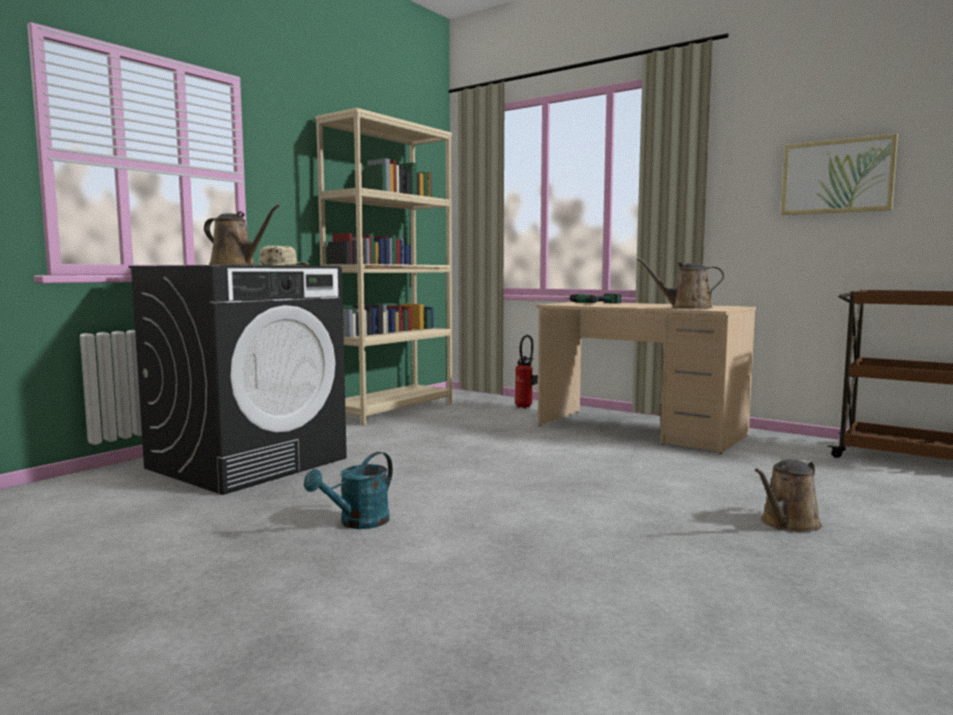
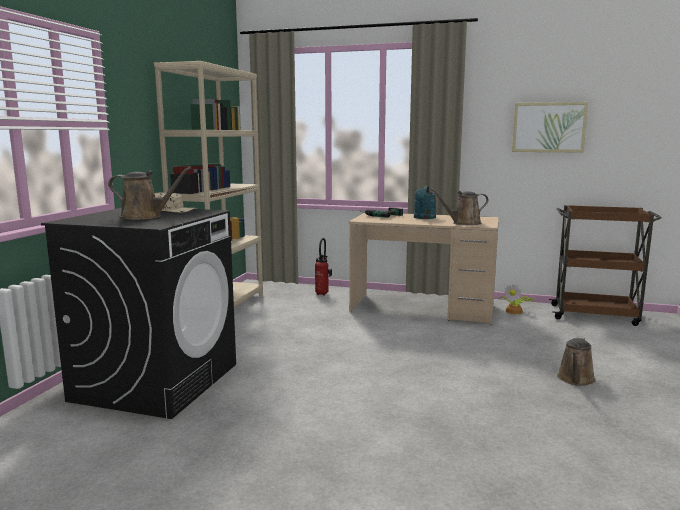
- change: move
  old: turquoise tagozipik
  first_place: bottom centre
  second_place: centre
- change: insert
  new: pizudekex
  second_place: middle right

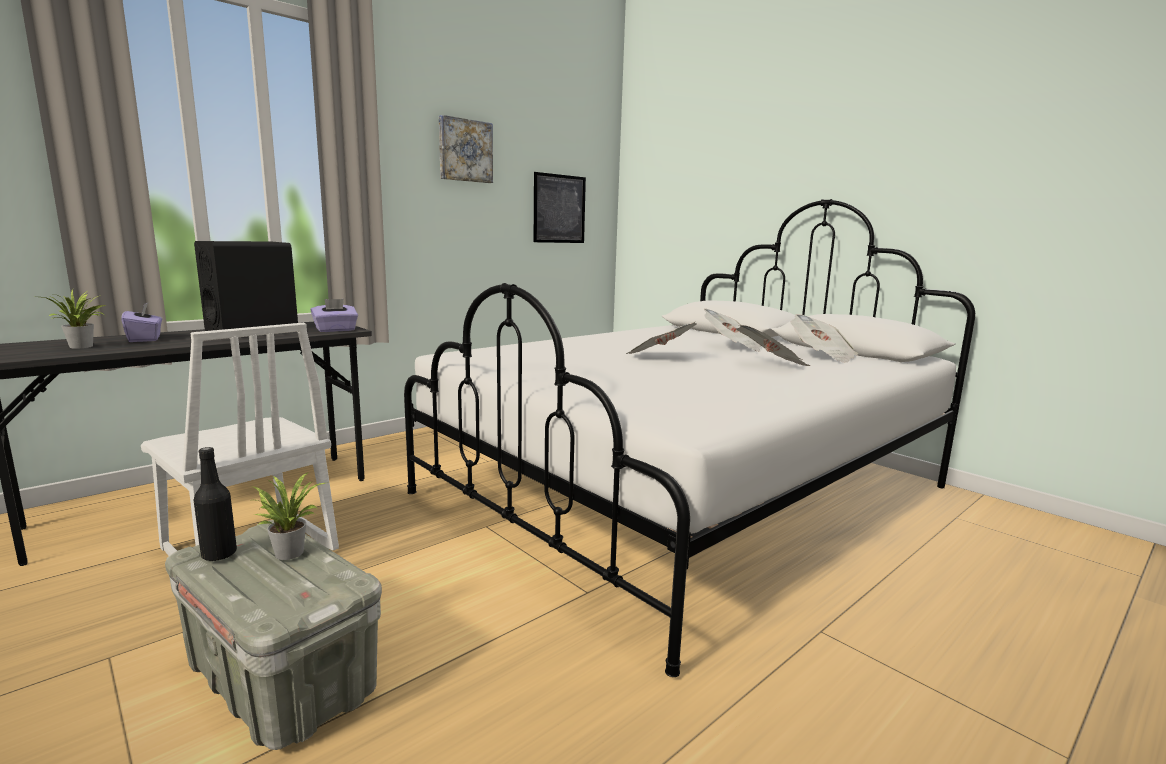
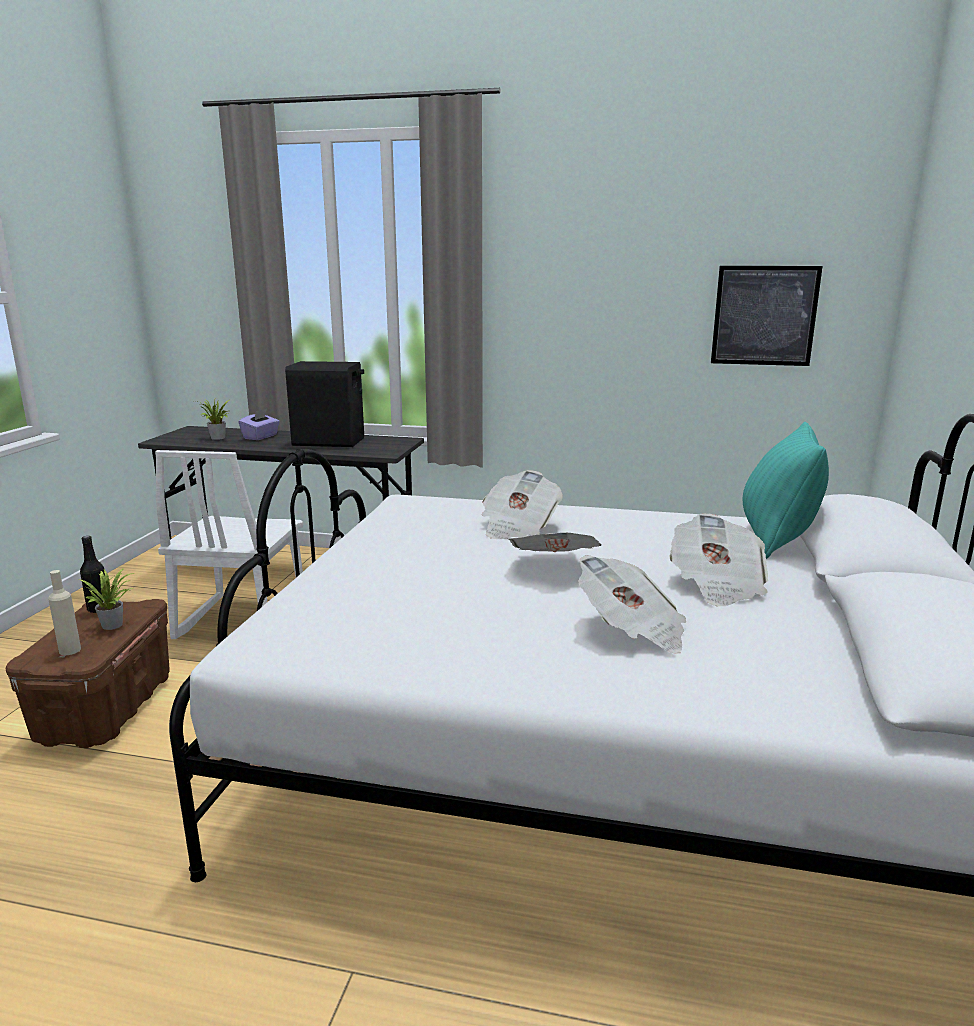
- change: recolor
  old: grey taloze
  new: brown taloze
  first_place: bottom left
  second_place: middle left
- change: delete
  old: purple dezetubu (2nd from left)
  first_place: middle left
- change: delete
  old: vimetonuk (1st from left)
  first_place: top centre
- change: move
  old: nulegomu (4th from left in the first image)
  new: nulegomu (1st from left)
  first_place: middle right
  second_place: centre
- change: insert
  new: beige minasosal
  second_place: middle left
- change: insert
  new: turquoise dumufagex
  second_place: middle right

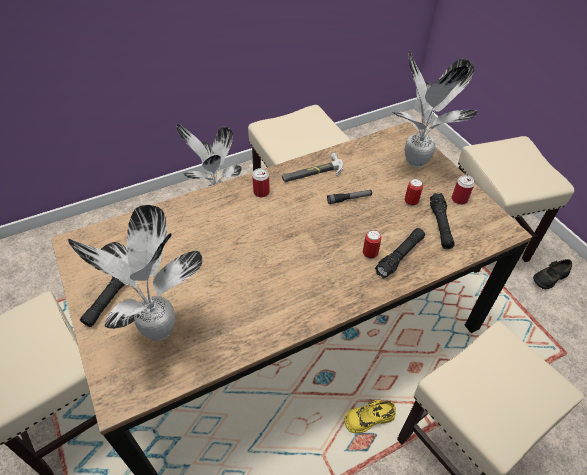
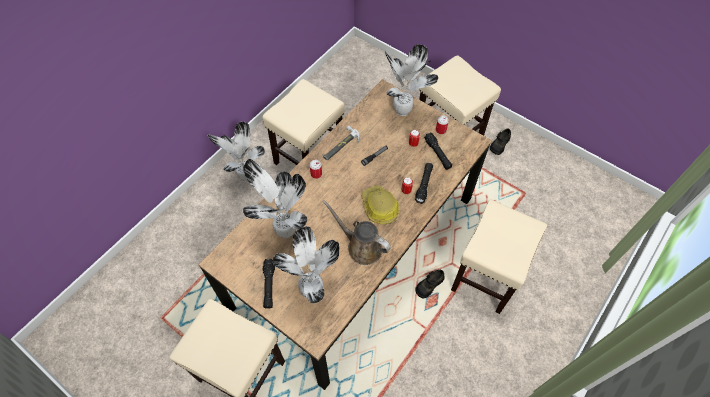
- change: recolor
  old: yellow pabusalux
  new: black pabusalux (1st from left)
  first_place: bottom centre
  second_place: bottom centre
- change: insert
  new: pizudekex (2nd from left)
  second_place: centre
- change: insert
  new: brown tagozipik
  second_place: centre
- change: insert
  new: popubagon
  second_place: centre

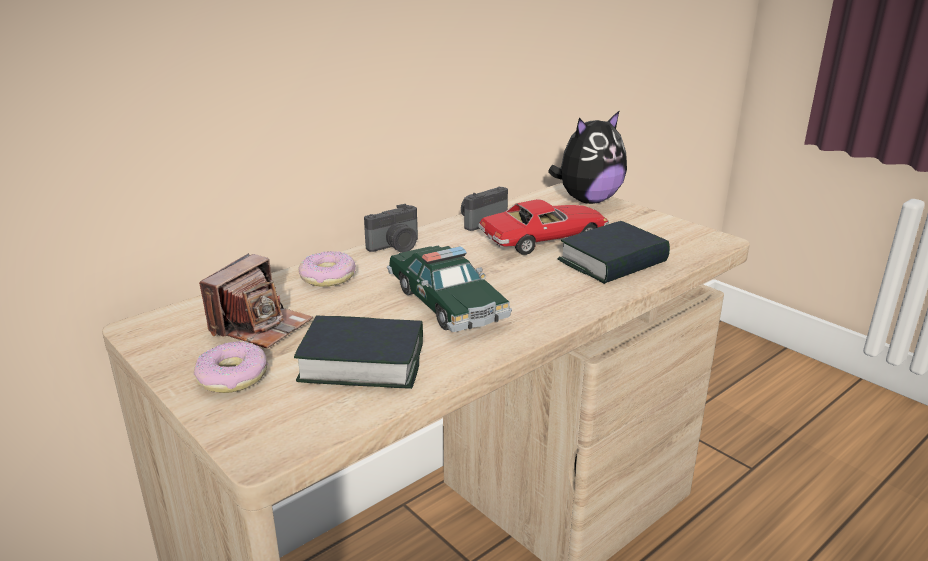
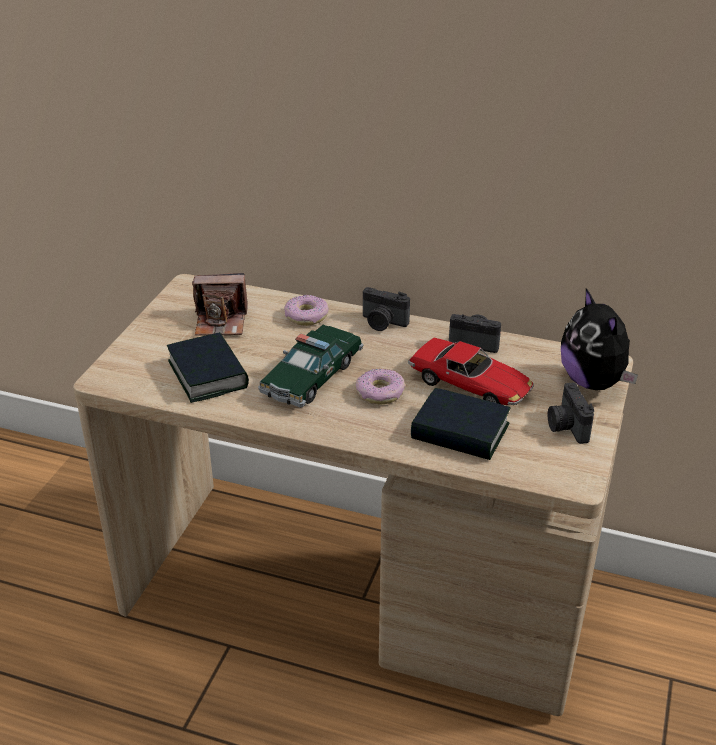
- change: move
  old: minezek (1st from left in the first image)
  new: minezek (2nd from left)
  first_place: middle left
  second_place: centre
- change: rotate
  old: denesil
  first_place: top centre
  second_place: middle right
  degrees: 45
- change: insert
  new: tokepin (4th from left)
  second_place: middle right

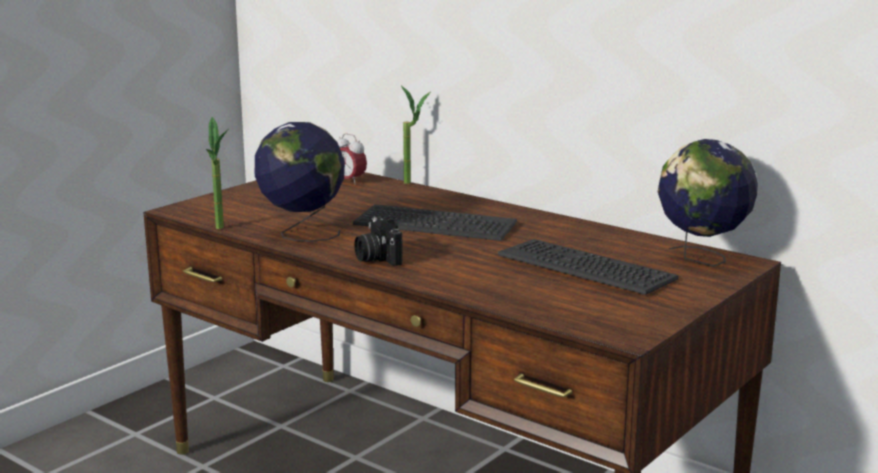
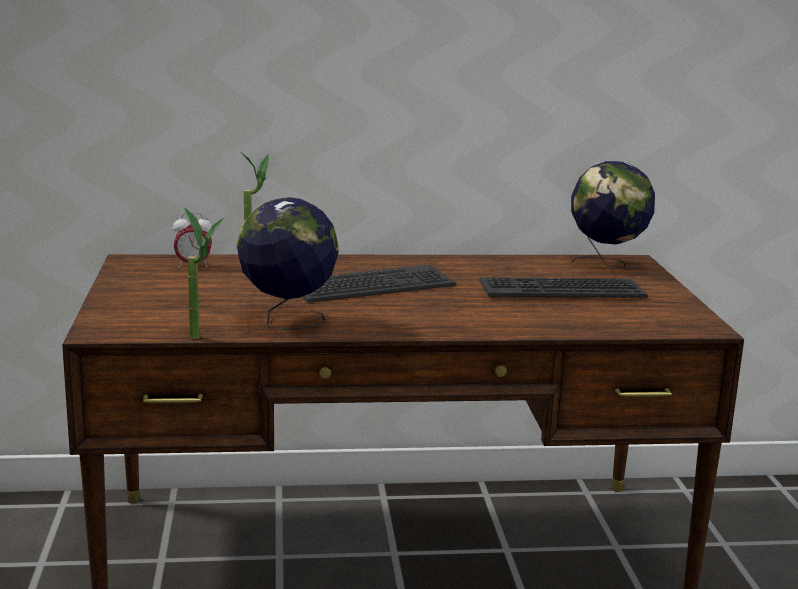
- change: delete
  old: tokepin
  first_place: centre

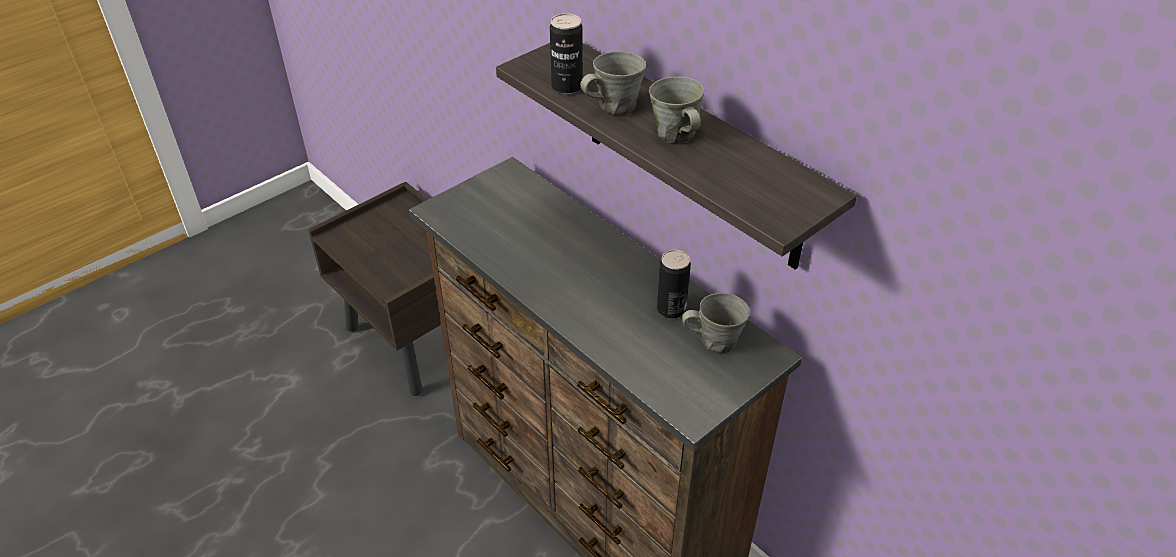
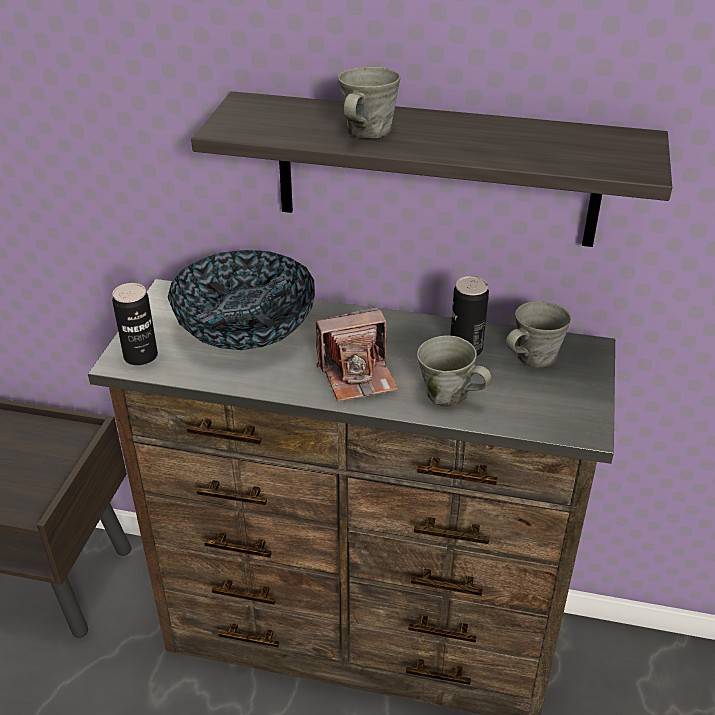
- change: move
  old: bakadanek (1st from left)
  first_place: top centre
  second_place: middle left
- change: move
  old: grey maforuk (2nd from left)
  first_place: top centre
  second_place: centre
- change: insert
  new: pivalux
  second_place: centre
- change: insert
  new: tokepin
  second_place: centre

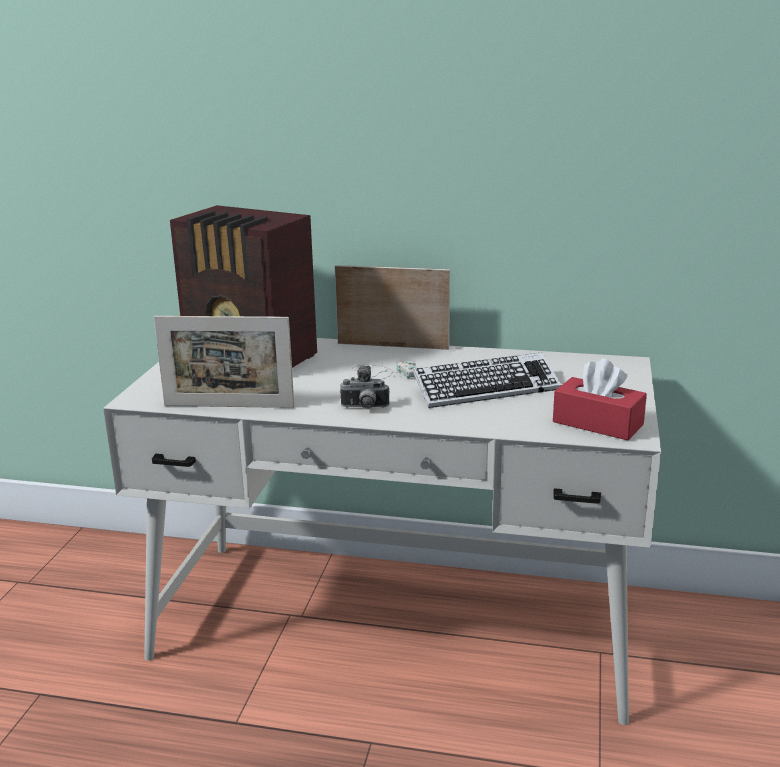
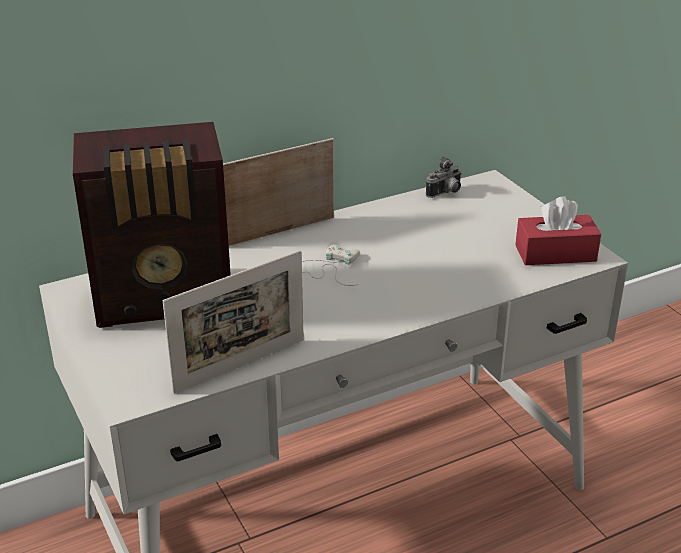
- change: move
  old: tokepin
  first_place: centre
  second_place: top centre
- change: delete
  old: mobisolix
  first_place: centre

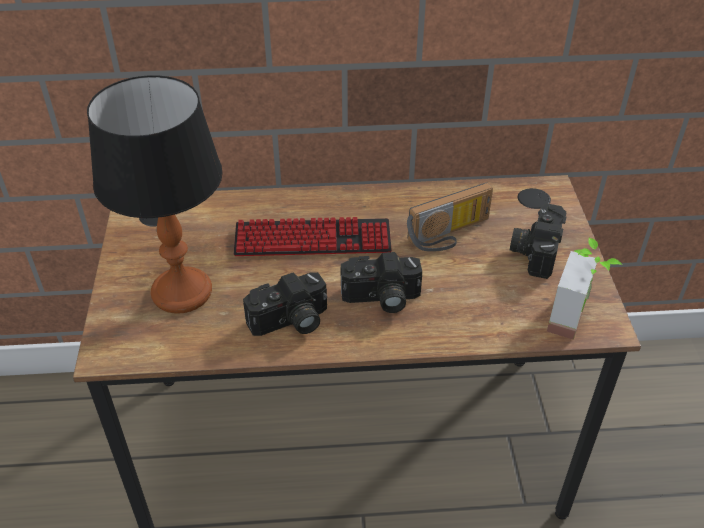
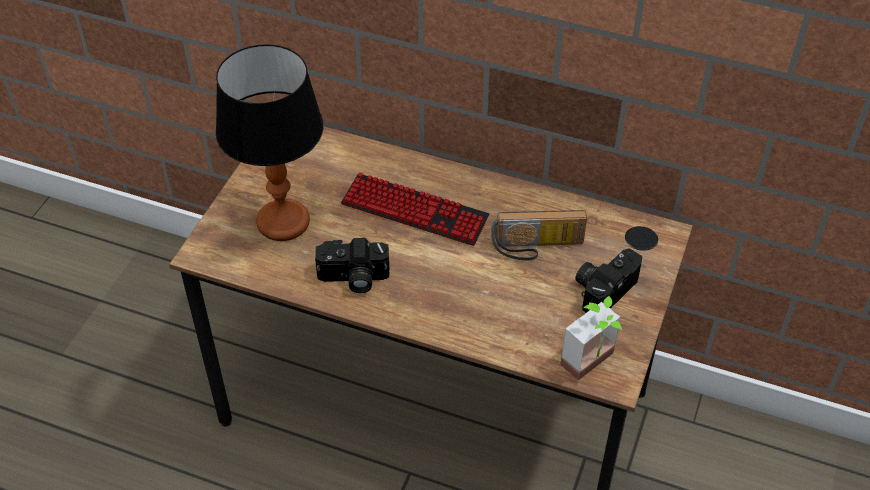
- change: delete
  old: tokepin (2nd from left)
  first_place: centre

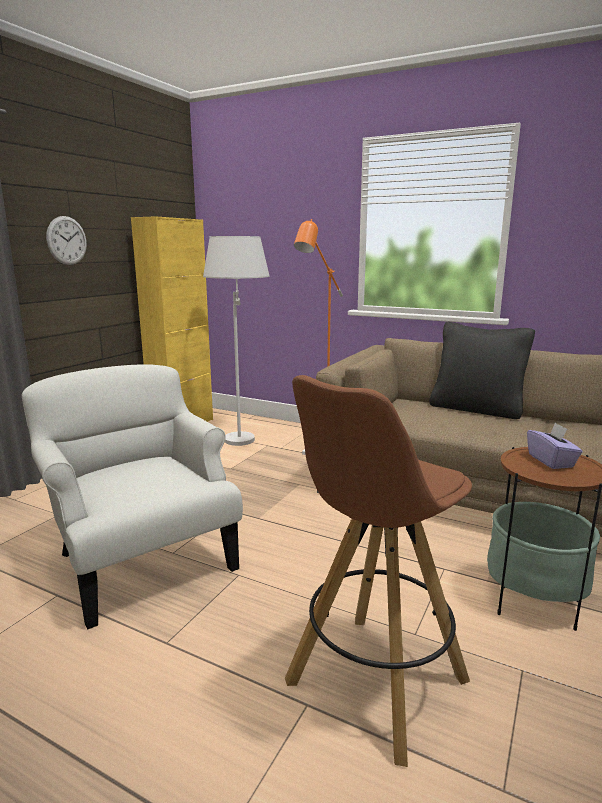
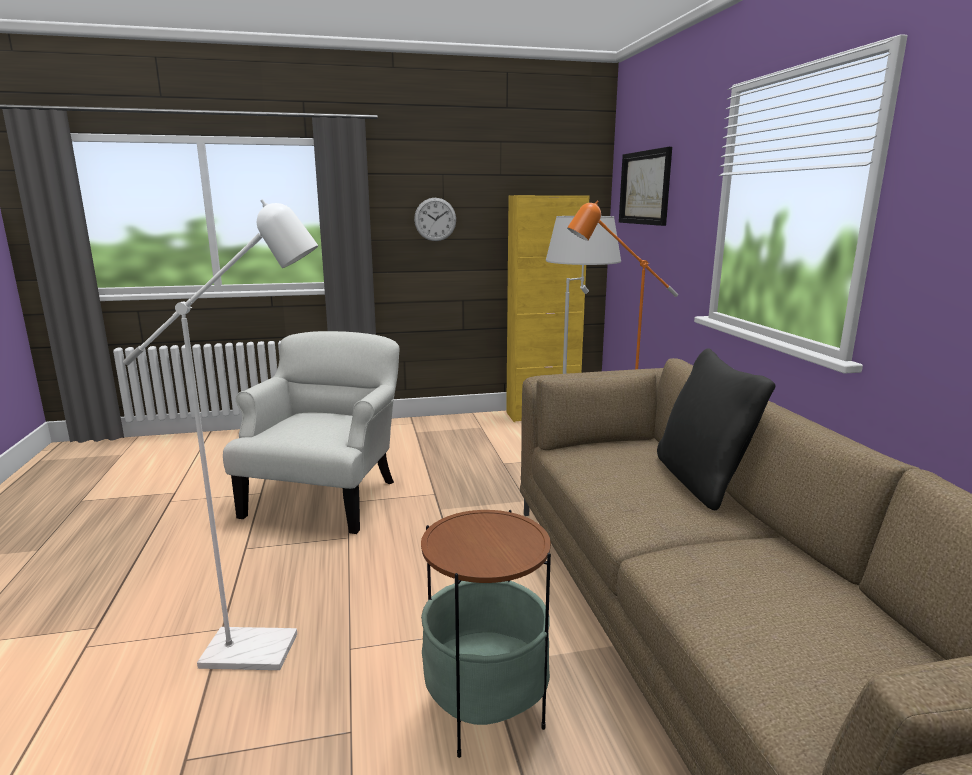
- change: replace
  old: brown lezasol
  new: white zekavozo (1st from left)
  first_place: bottom centre
  second_place: middle left
- change: delete
  old: purple dezetubu
  first_place: middle right
- change: insert
  new: vimetonuk
  second_place: top centre

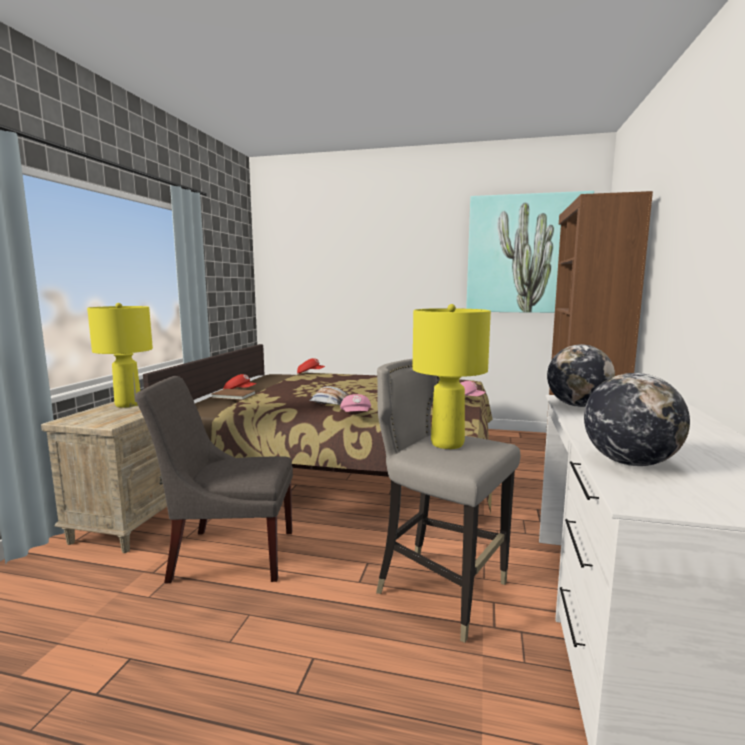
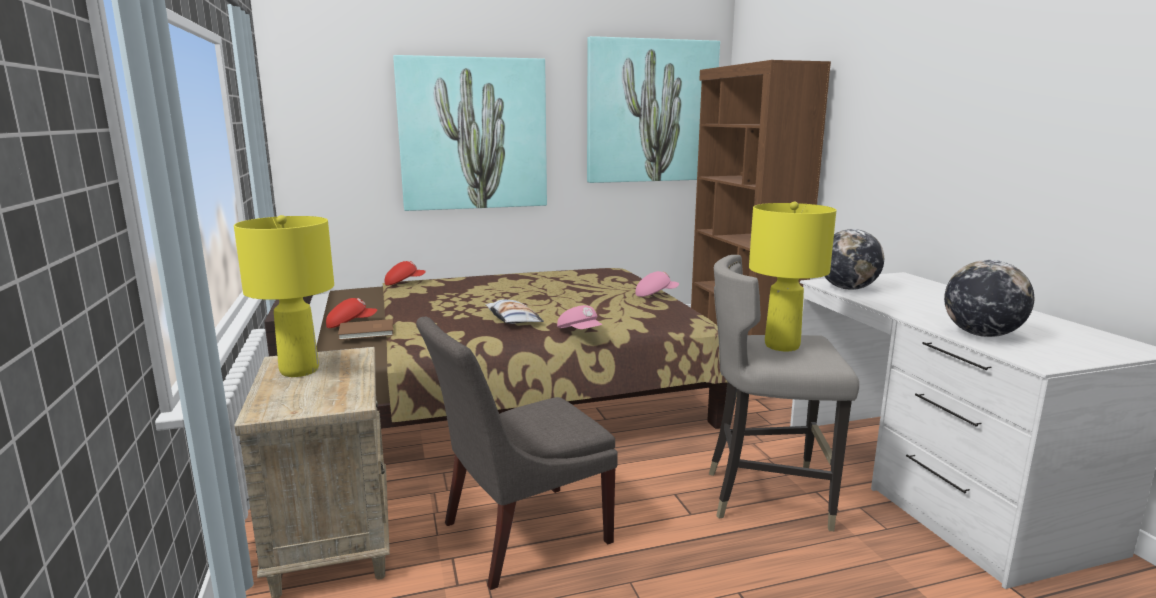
- change: insert
  new: vimetonuk (1st from left)
  second_place: top centre

